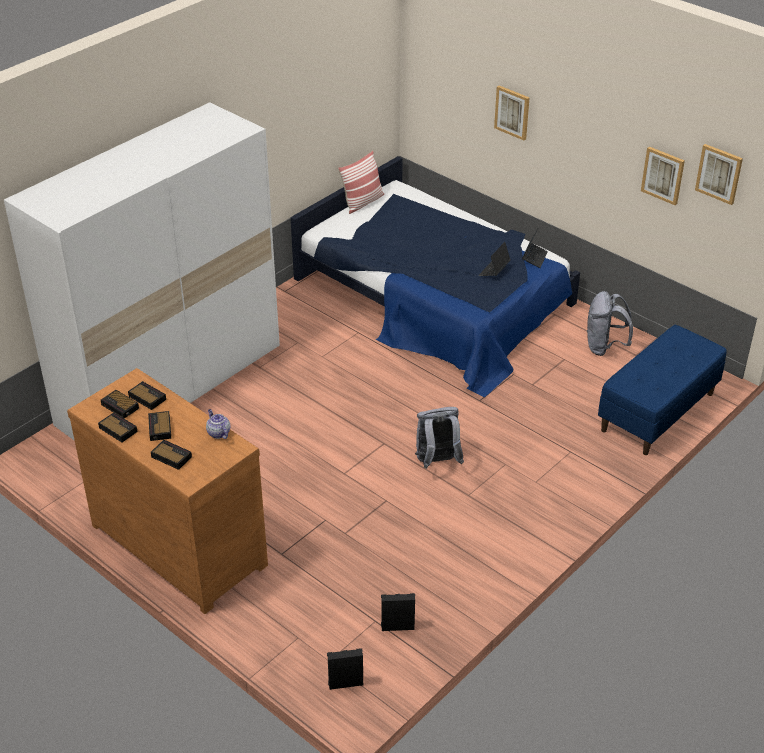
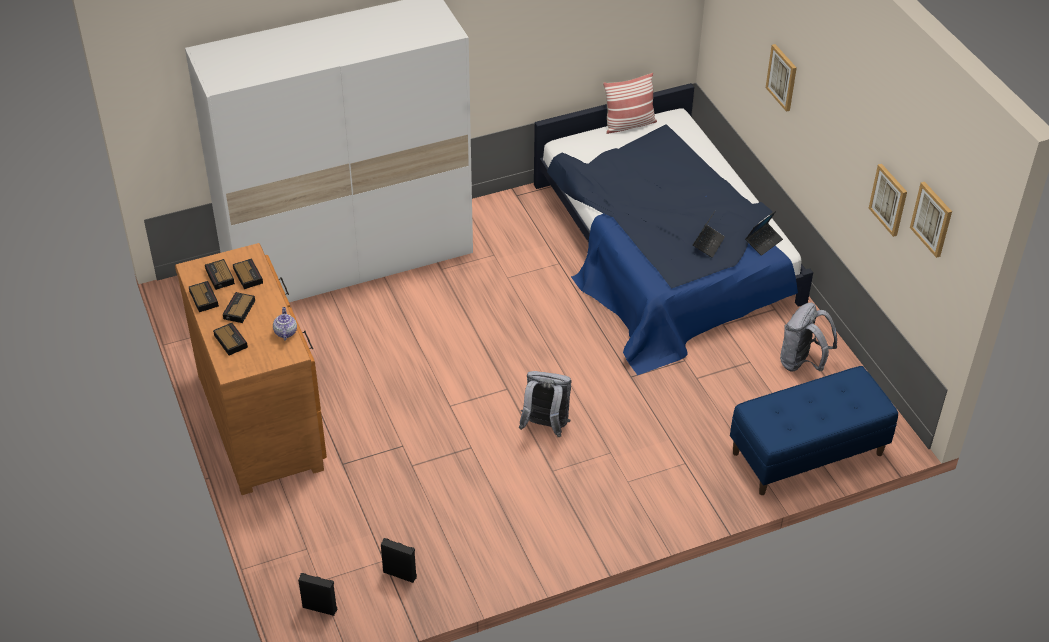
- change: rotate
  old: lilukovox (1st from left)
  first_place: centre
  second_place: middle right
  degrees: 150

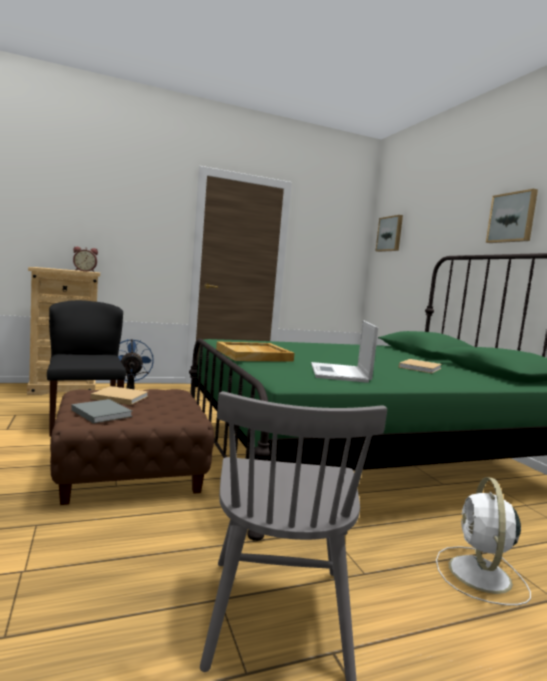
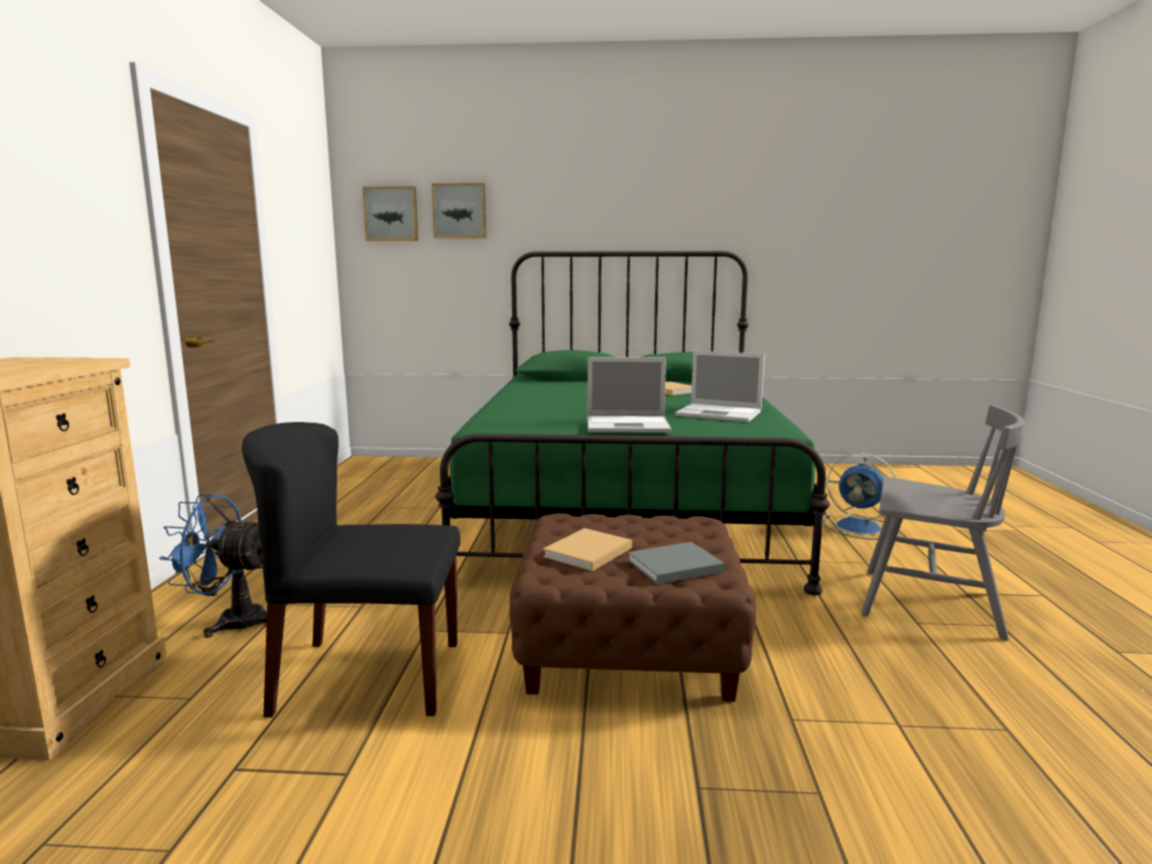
- change: delete
  old: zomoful
  first_place: middle left
- change: replace
  old: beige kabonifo
  new: lilukovox (1st from left)
  first_place: centre
  second_place: centre
- change: recolor
  old: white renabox
  new: blue renabox (2nd from left)
  first_place: bottom right
  second_place: middle right
- change: move
  old: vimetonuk (2nd from left)
  first_place: top right
  second_place: top centre

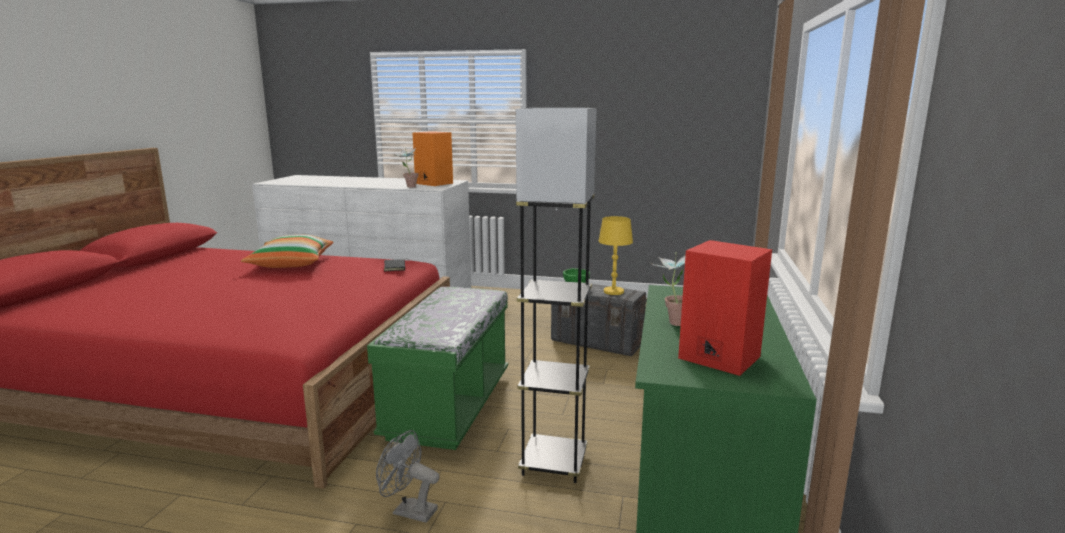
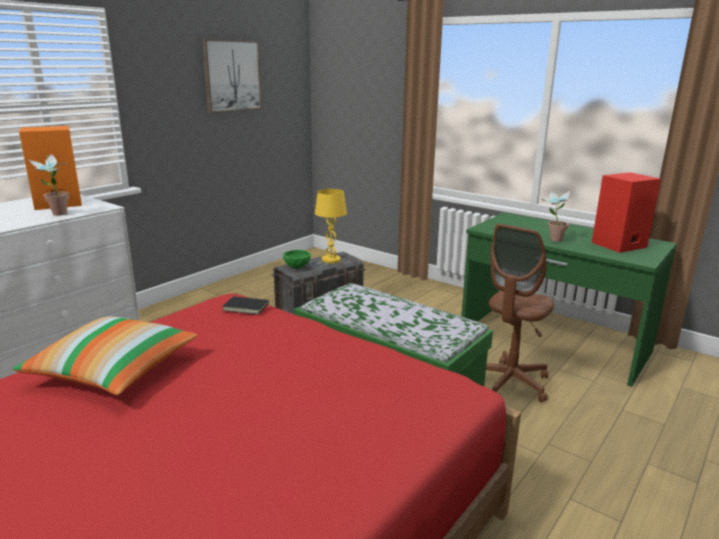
- change: delete
  old: grey renabox
  first_place: bottom centre
- change: replace
  old: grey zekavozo
  new: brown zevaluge
  first_place: centre
  second_place: middle right
- change: insert
  new: vimetonuk
  second_place: top left

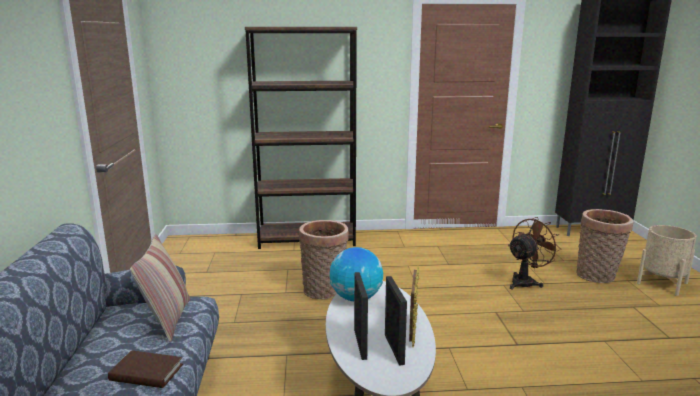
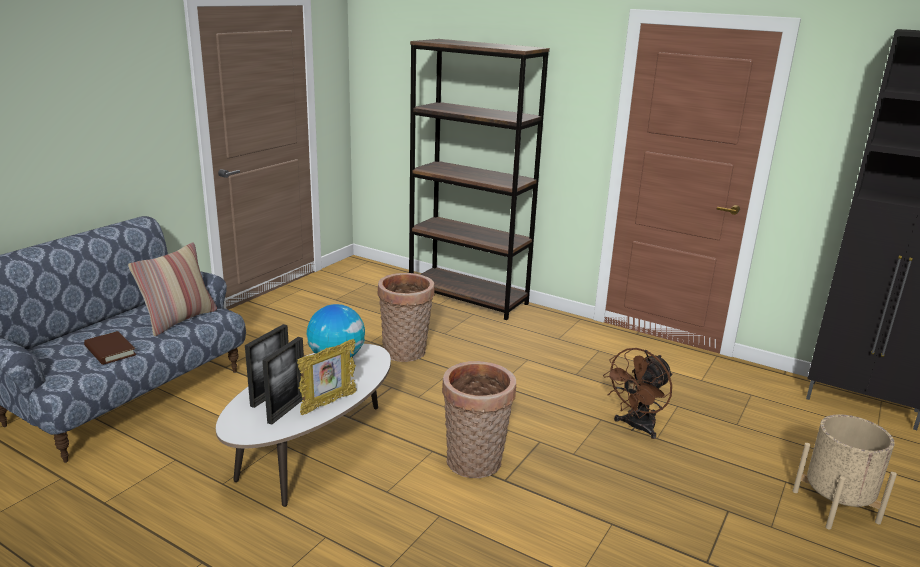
- change: rotate
  old: brown renabox
  first_place: middle right
  second_place: bottom right
  degrees: 135
- change: move
  old: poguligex (2nd from left)
  first_place: middle right
  second_place: bottom centre

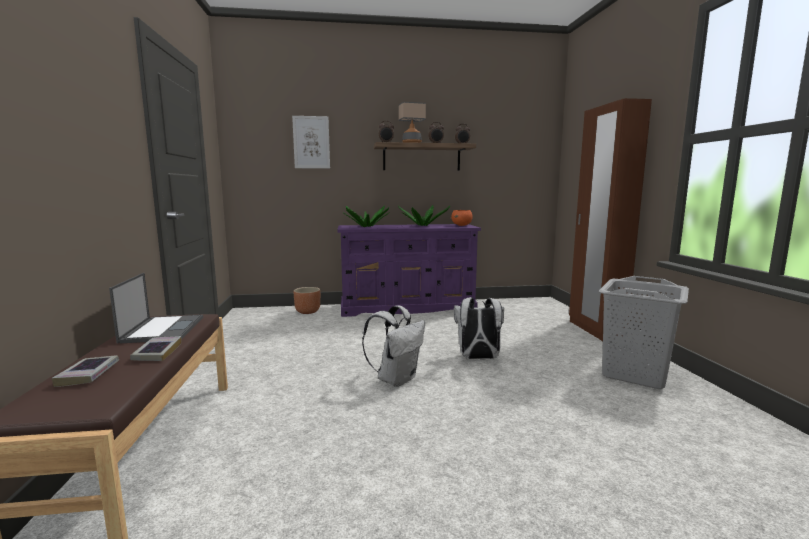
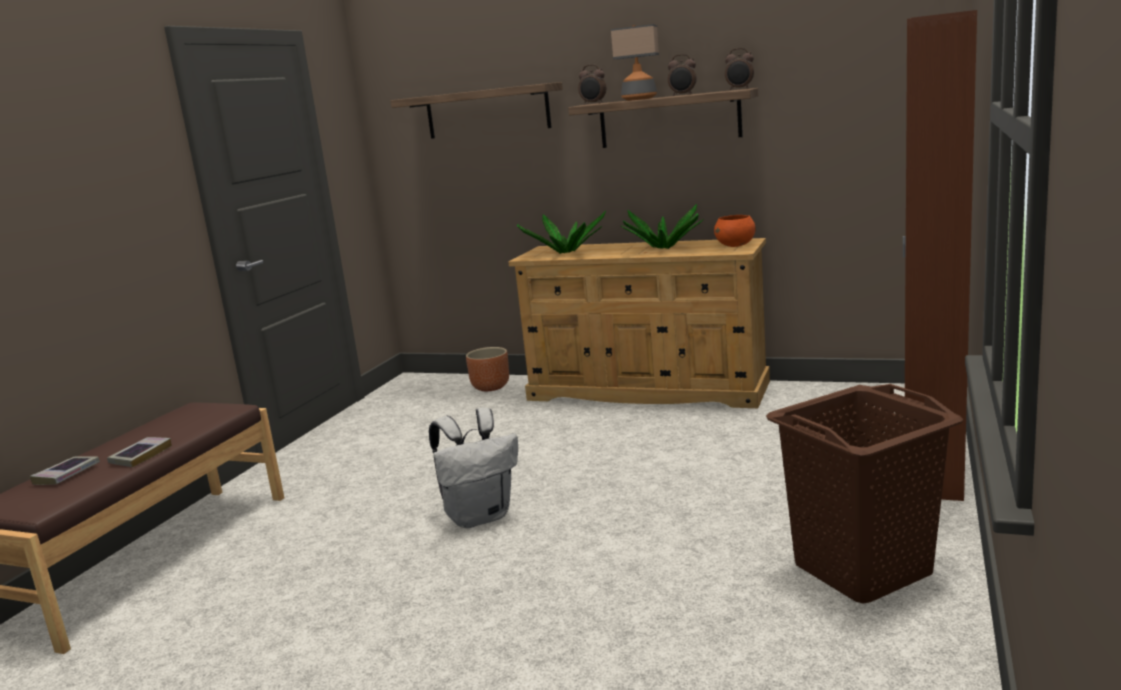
- change: delete
  old: lilukovox
  first_place: middle left
- change: replace
  old: vimetonuk
  new: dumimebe (1st from left)
  first_place: top centre
  second_place: top centre
- change: recolor
  old: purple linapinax
  new: beige linapinax
  first_place: centre
  second_place: centre
- change: delete
  old: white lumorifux (2nd from left)
  first_place: centre
- change: recolor
  old: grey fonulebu
  new: brown fonulebu
  first_place: middle right
  second_place: bottom right

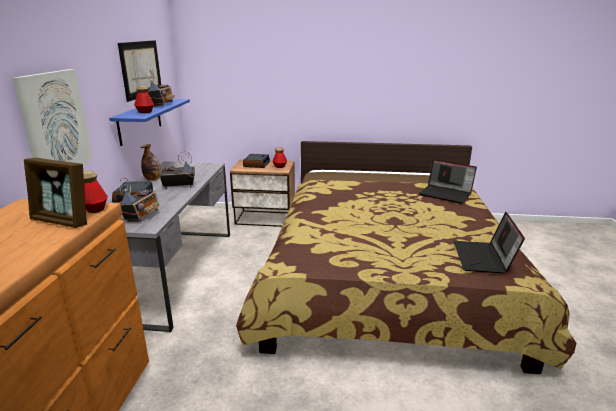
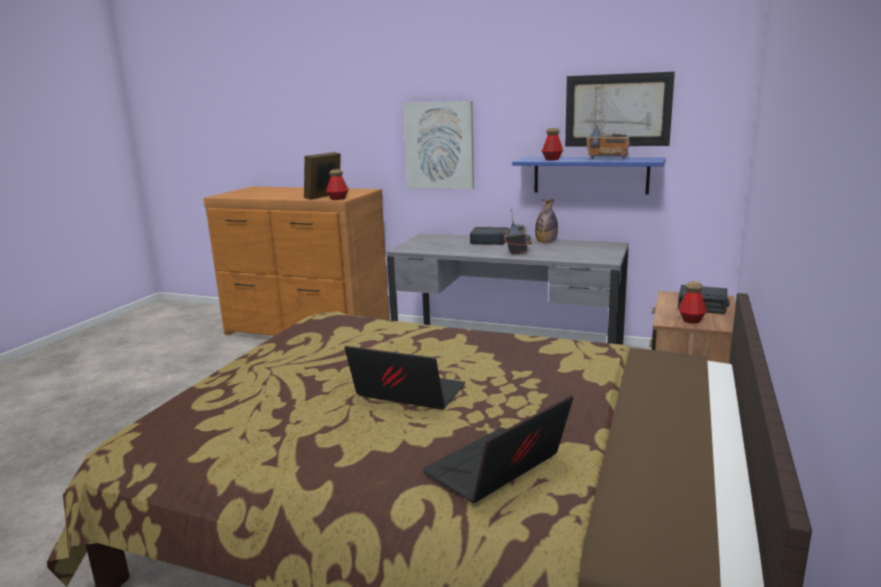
- change: delete
  old: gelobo (1st from left)
  first_place: middle left
- change: move
  old: lilukovox (2nd from left in the first image)
  new: lilukovox (1st from left)
  first_place: middle right
  second_place: centre

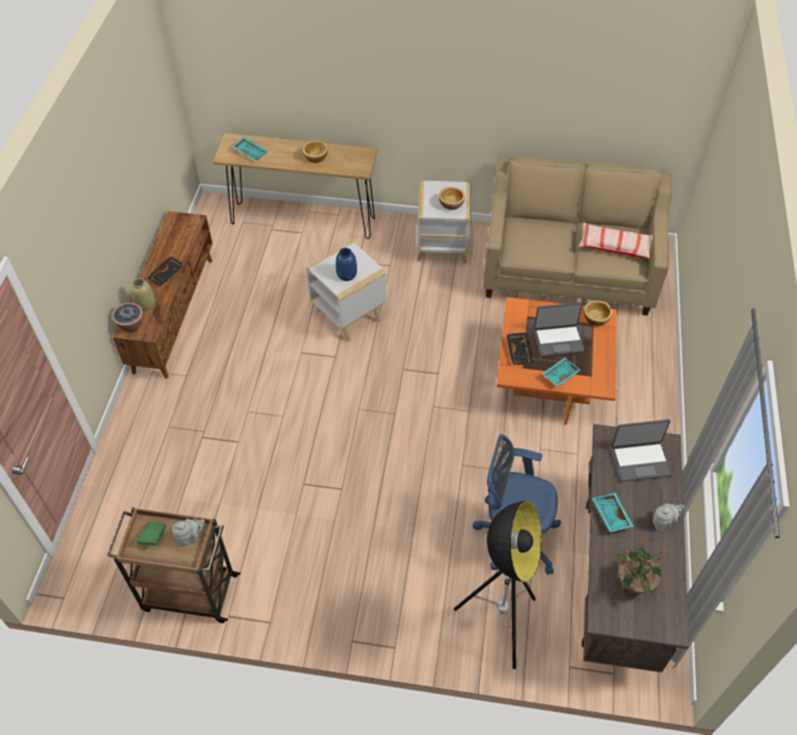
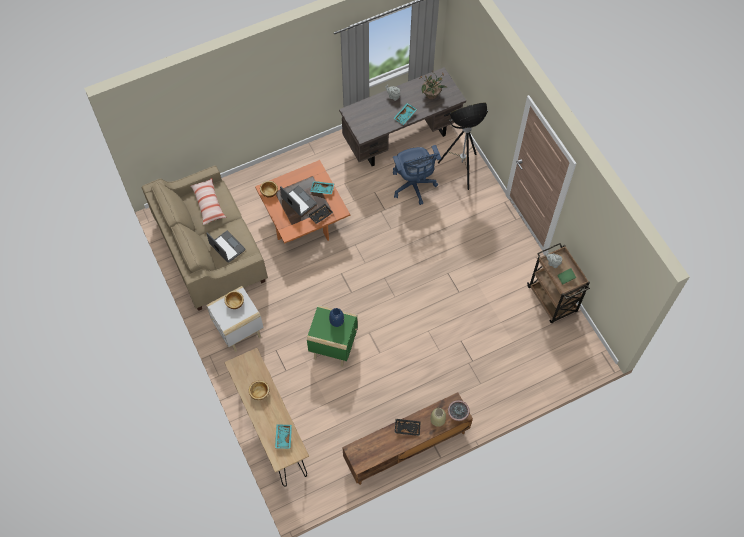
- change: recolor
  old: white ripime (1st from left)
  new: green ripime
  first_place: centre
  second_place: centre
- change: move
  old: lilukovox (2nd from left in the first image)
  new: lilukovox (1st from left)
  first_place: middle right
  second_place: middle left

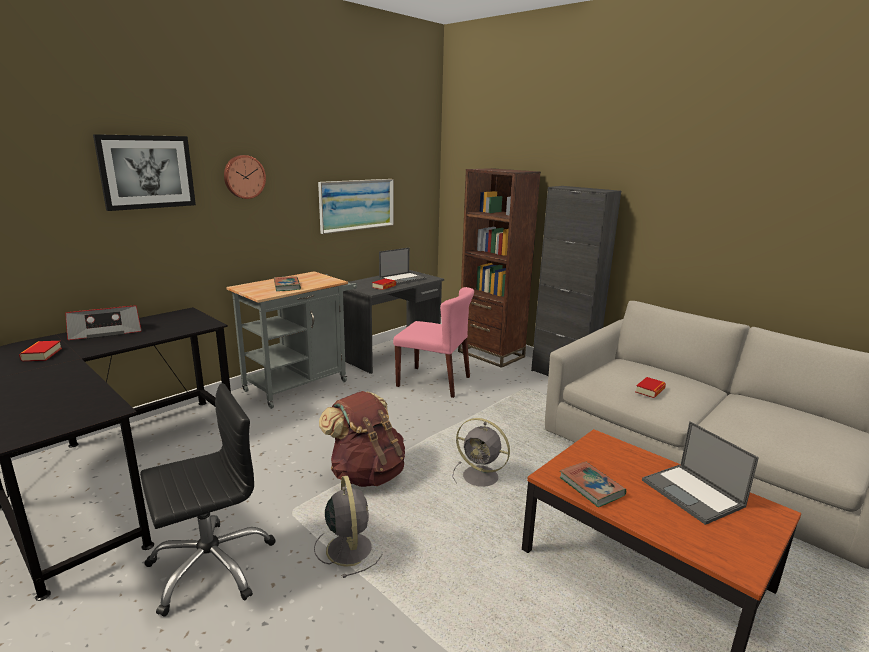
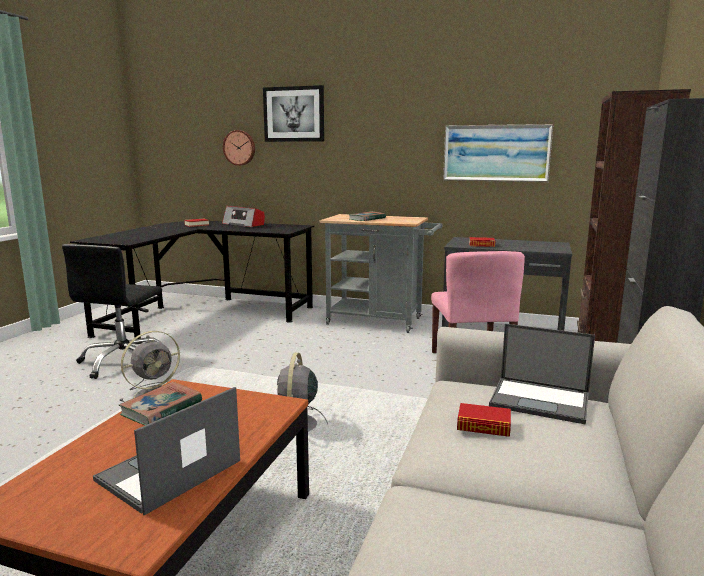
- change: rotate
  old: black zevaluge
  first_place: bottom left
  second_place: middle left
  degrees: 75
- change: move
  old: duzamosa
  first_place: top left
  second_place: top centre
- change: delete
  old: brown lumorifux
  first_place: bottom centre
- change: move
  old: lilukovox (1st from left in the first image)
  new: lilukovox (2nd from left)
  first_place: centre
  second_place: middle right

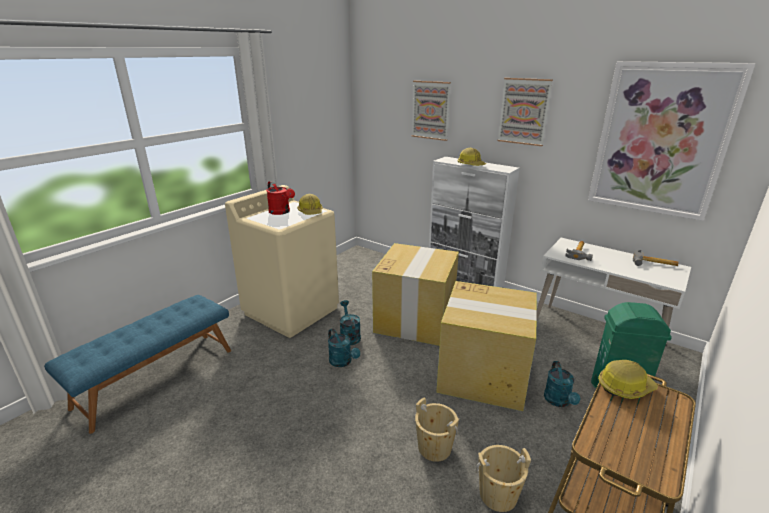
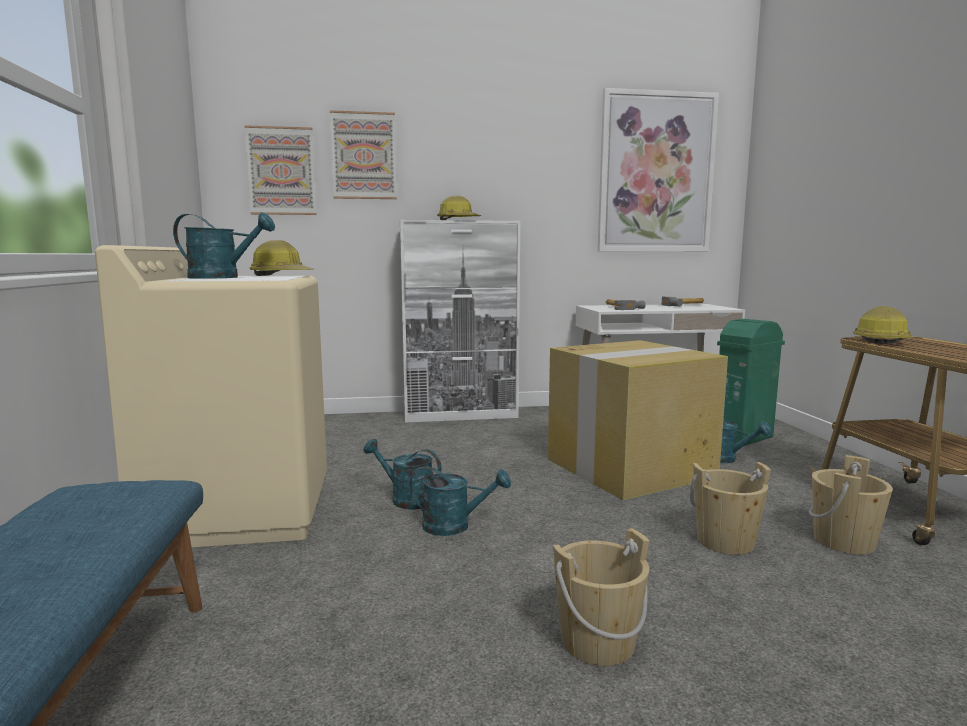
- change: recolor
  old: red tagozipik
  new: turquoise tagozipik (1st from left)
  first_place: centre
  second_place: middle left
- change: delete
  old: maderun (1st from left)
  first_place: centre
- change: move
  old: vimetonuk (2nd from left in the first image)
  new: vimetonuk (1st from left)
  first_place: top right
  second_place: top left
- change: insert
  new: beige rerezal (1st from left)
  second_place: bottom centre

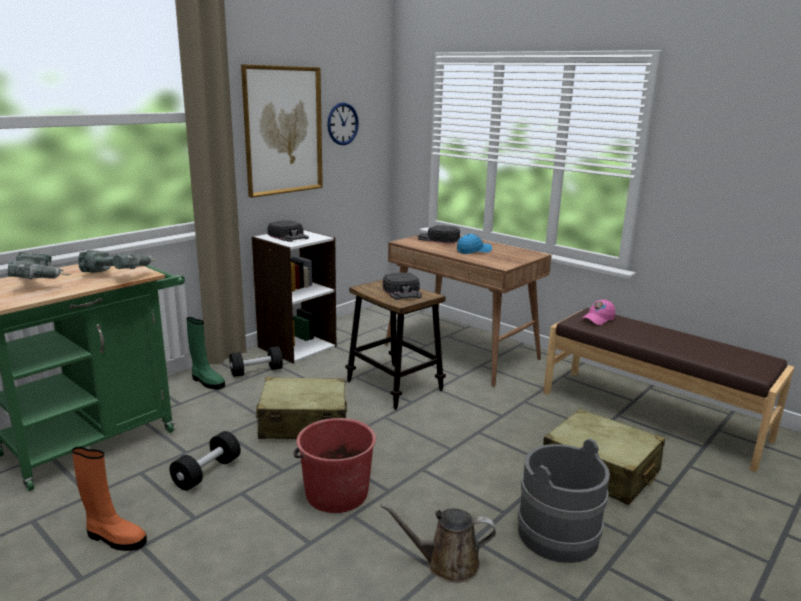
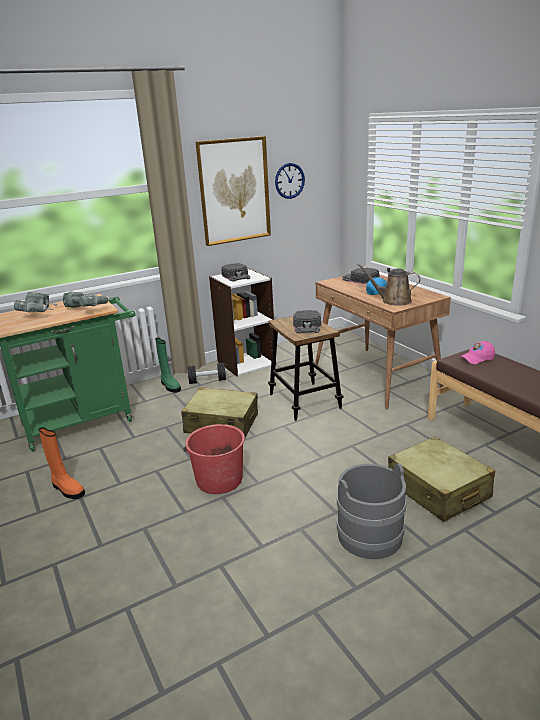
- change: delete
  old: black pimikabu (1st from left)
  first_place: bottom left
- change: move
  old: brown tagozipik
  first_place: bottom centre
  second_place: middle right

